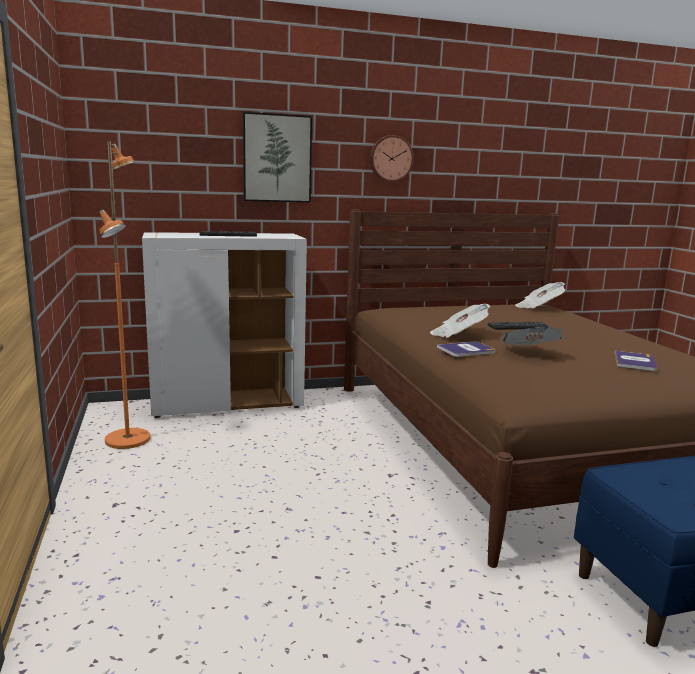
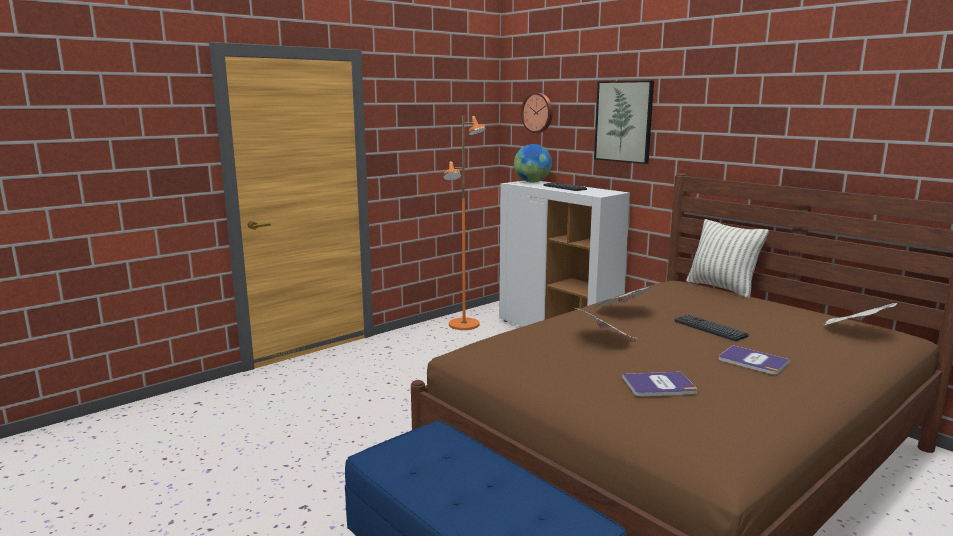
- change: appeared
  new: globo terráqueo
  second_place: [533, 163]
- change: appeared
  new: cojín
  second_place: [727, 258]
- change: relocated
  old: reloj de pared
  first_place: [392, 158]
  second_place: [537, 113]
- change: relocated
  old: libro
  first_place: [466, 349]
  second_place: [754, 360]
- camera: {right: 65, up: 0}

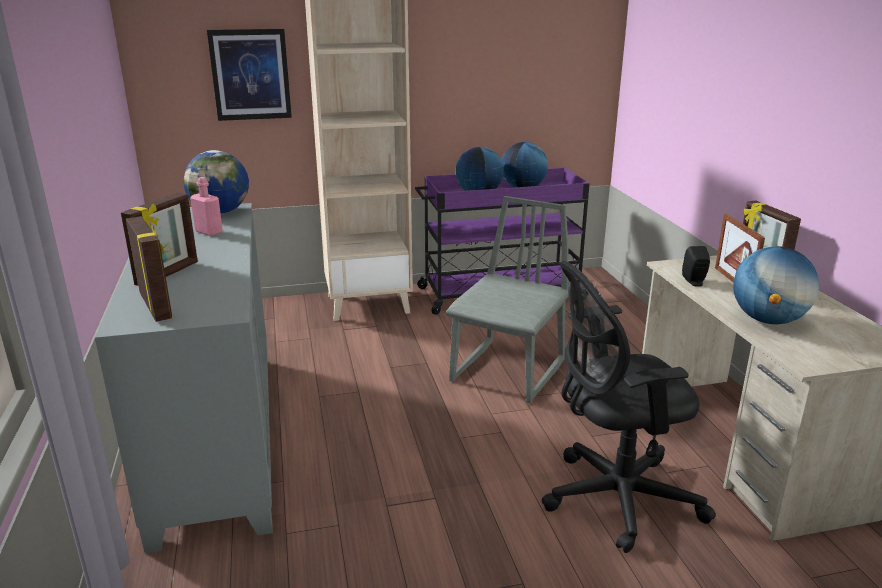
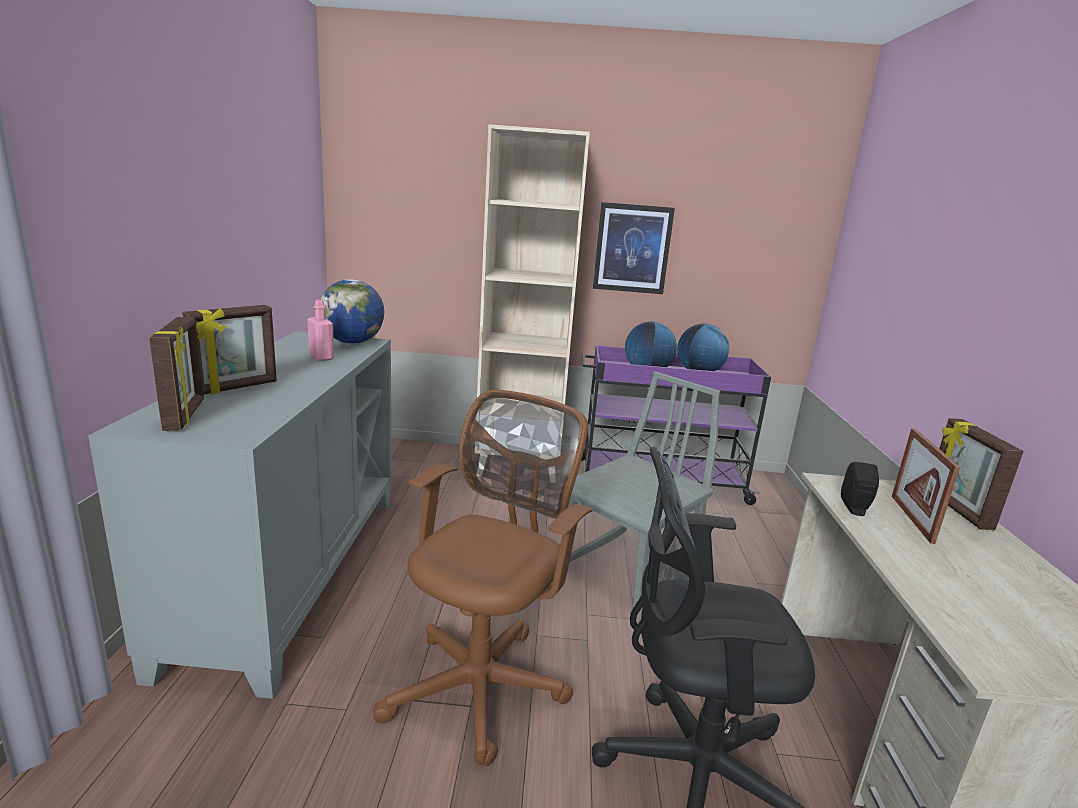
- change: missing
  old: globo terráqueo
  first_place: [776, 285]
- change: appeared
  new: silla de oficina/marrón
  second_place: [483, 578]
- change: relocated
  old: cuadro
  first_place: [249, 75]
  second_place: [634, 248]
- camera: {right: 15, up: -5}

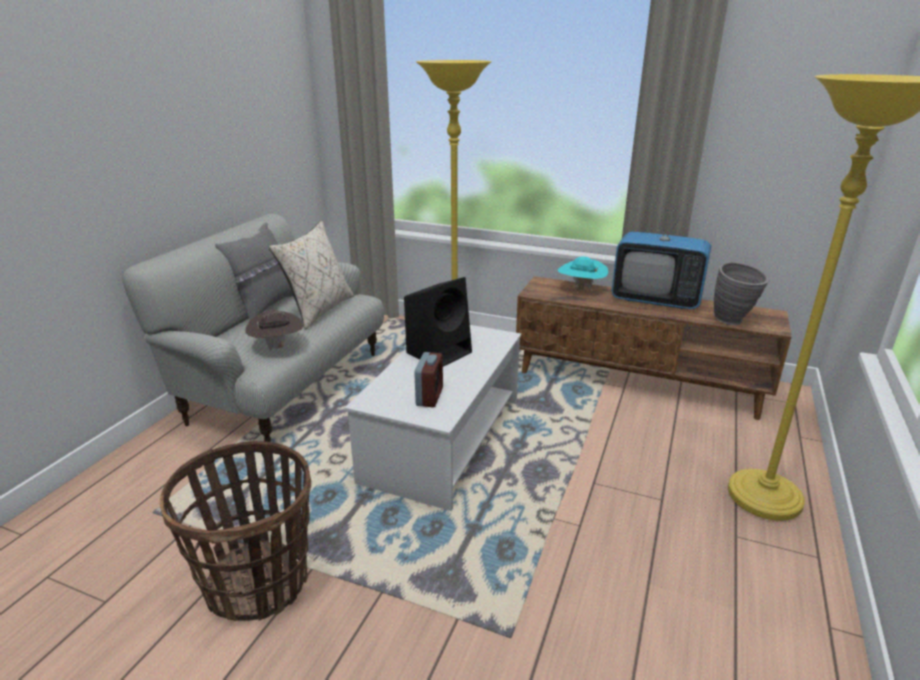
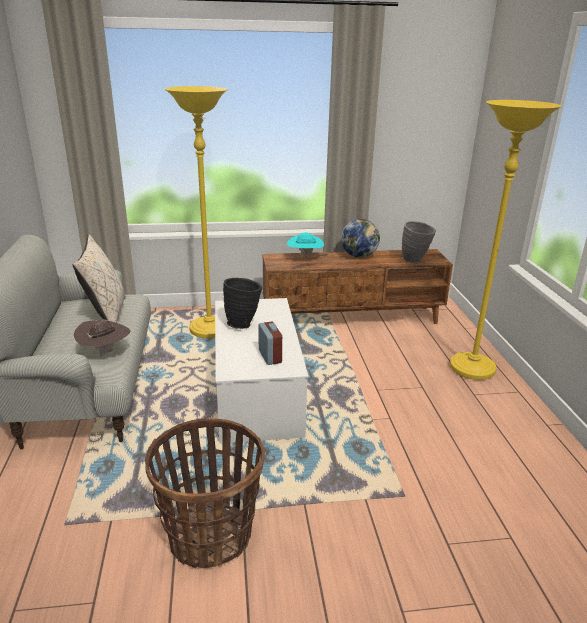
- change: missing
  old: cojín/gris
  first_place: [254, 271]
- change: exchanged
  old: altavoz/negro
  new: florero/negro
  first_place: [438, 322]
  second_place: [242, 303]
- change: exchanged
  old: televisor
  new: globo terráqueo
  first_place: [661, 252]
  second_place: [360, 238]
- camera: {right: -30, up: 0}

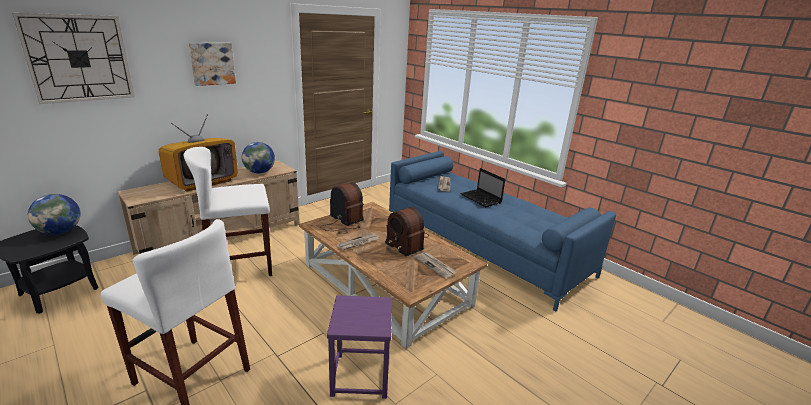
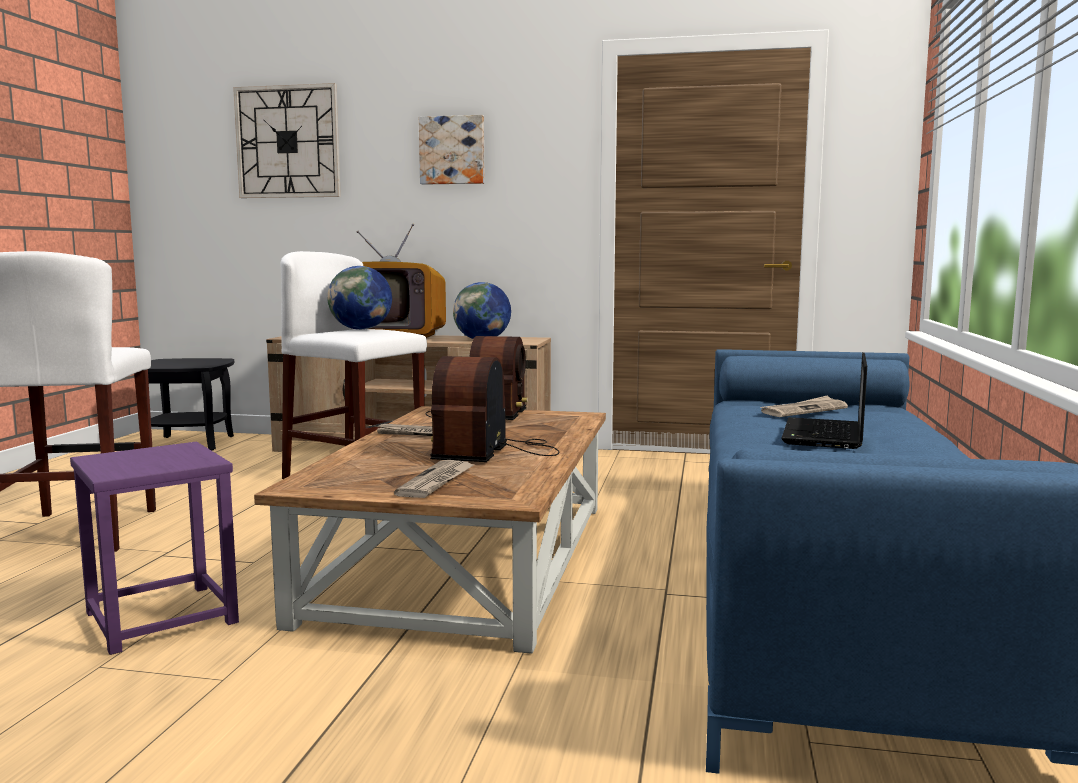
- change: relocated
  old: globo terráqueo
  first_place: [54, 214]
  second_place: [359, 298]
- camera: {right: 55, up: -15}

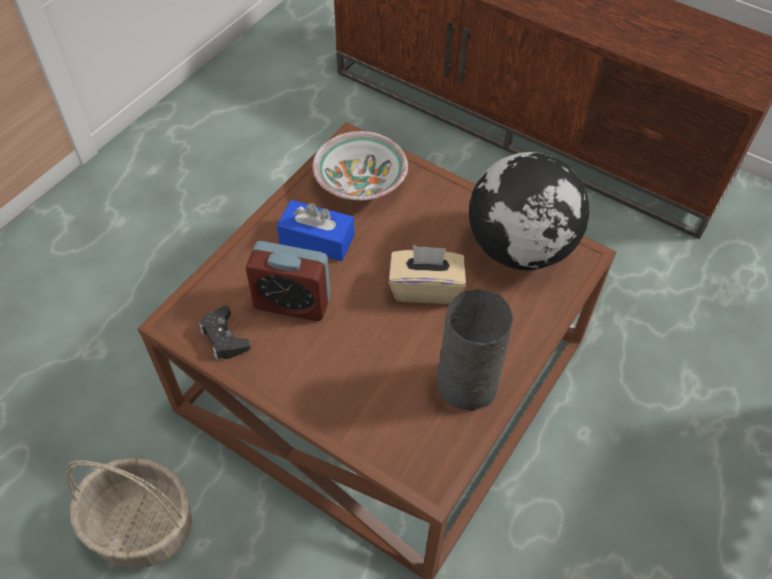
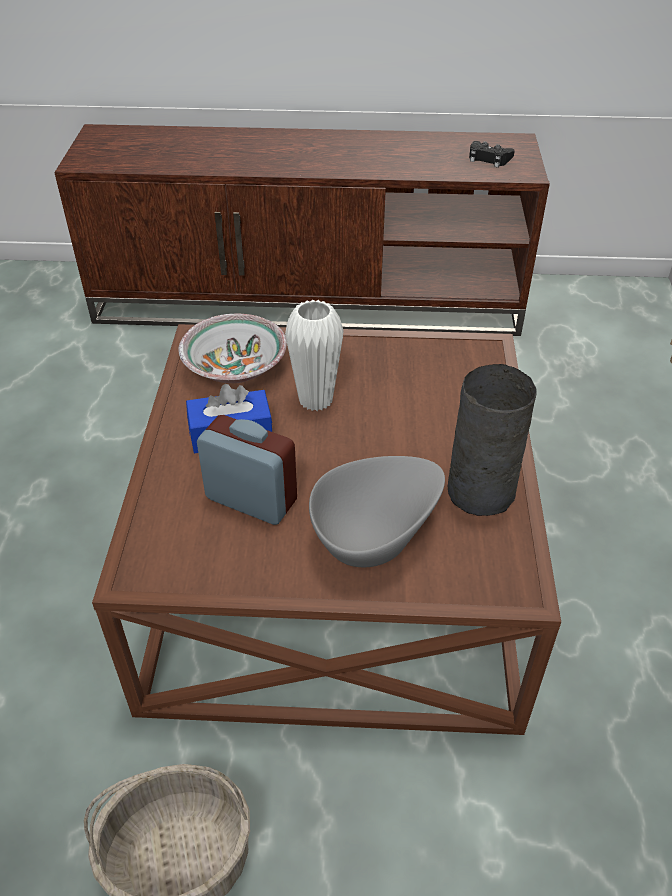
- change: missing
  old: caja de pañuelos/beis
  first_place: [427, 274]
- change: missing
  old: globo terráqueo
  first_place: [529, 211]
- change: appeared
  new: florero/blanco
  second_place: [314, 355]
- change: appeared
  new: cuenco/gris
  second_place: [377, 511]
- change: relocated
  old: mando de consola/negro
  first_place: [225, 332]
  second_place: [492, 154]
- change: spun
  old: despertador
  first_place: [288, 281]
  second_place: [247, 470]
  degrees: -135
- camera: {right: -30, up: -10}

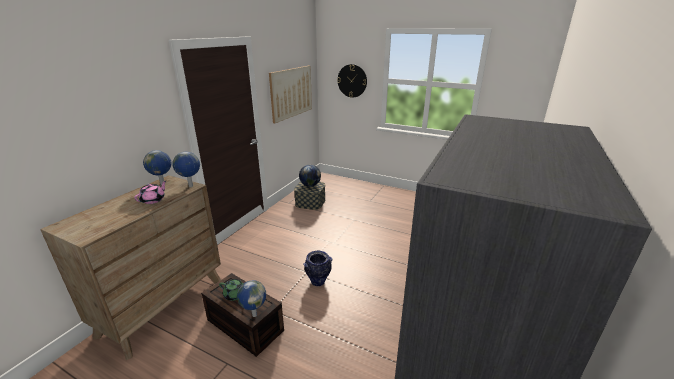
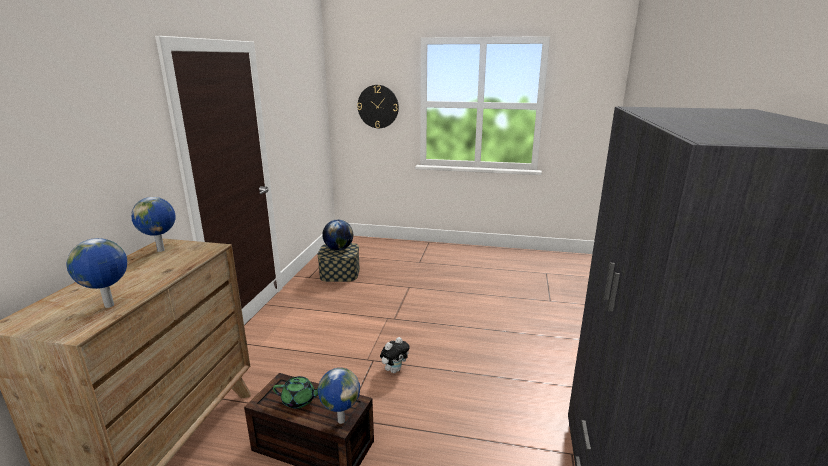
- change: missing
  old: tetera/rosa
  first_place: [150, 192]
- change: missing
  old: cuadro
  first_place: [290, 94]
- change: relocated
  old: globo terráqueo
  first_place: [186, 169]
  second_place: [97, 273]
- change: exchanged
  old: florero
  new: peluche
  first_place: [317, 268]
  second_place: [395, 355]
- camera: {right: -15, up: -5}

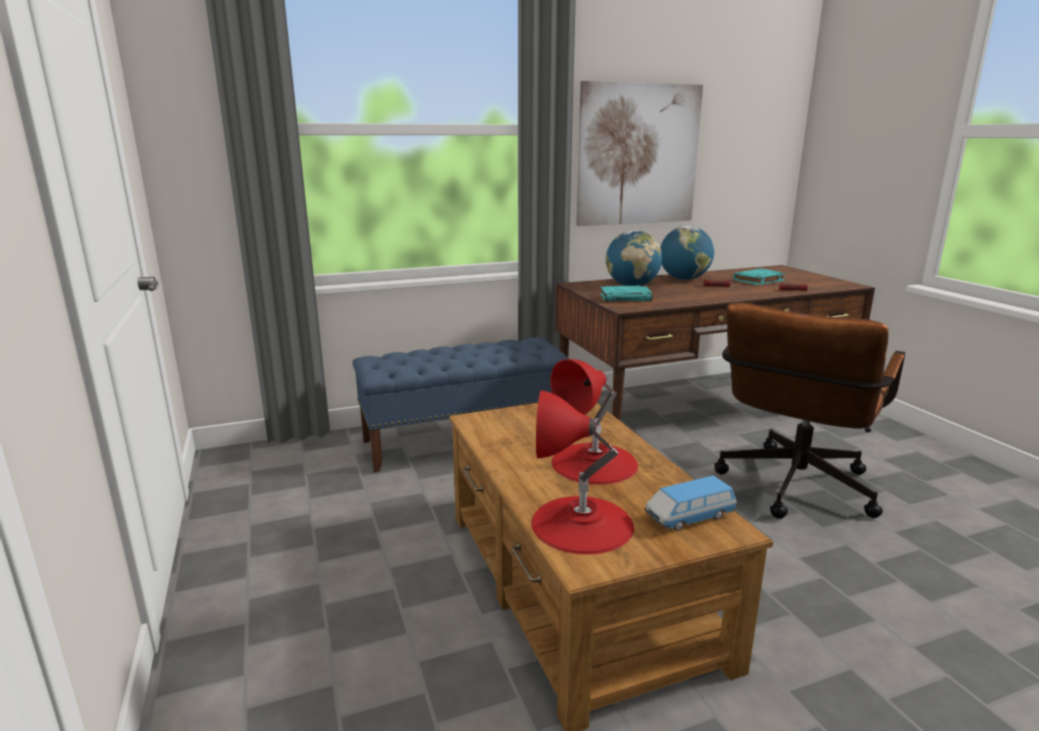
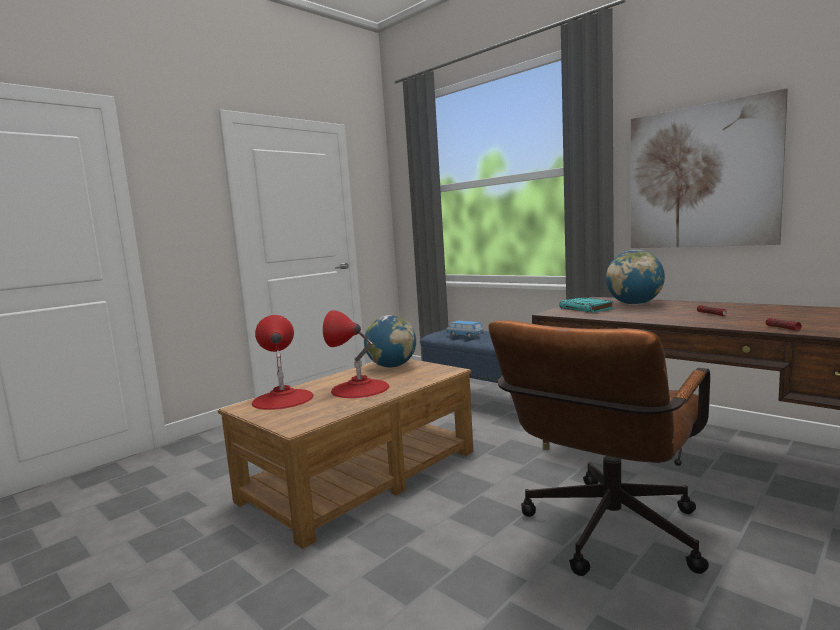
- change: missing
  old: libro/turquesa
  first_place: [759, 277]
- change: relocated
  old: coche de juguete
  first_place: [690, 503]
  second_place: [465, 329]
- change: relocated
  old: globo terráqueo
  first_place: [687, 253]
  second_place: [390, 341]
- change: spun
  old: silla de oficina/marrón
  first_place: [809, 410]
  second_place: [599, 448]
  degrees: -60
- camera: {right: 65, up: -10}

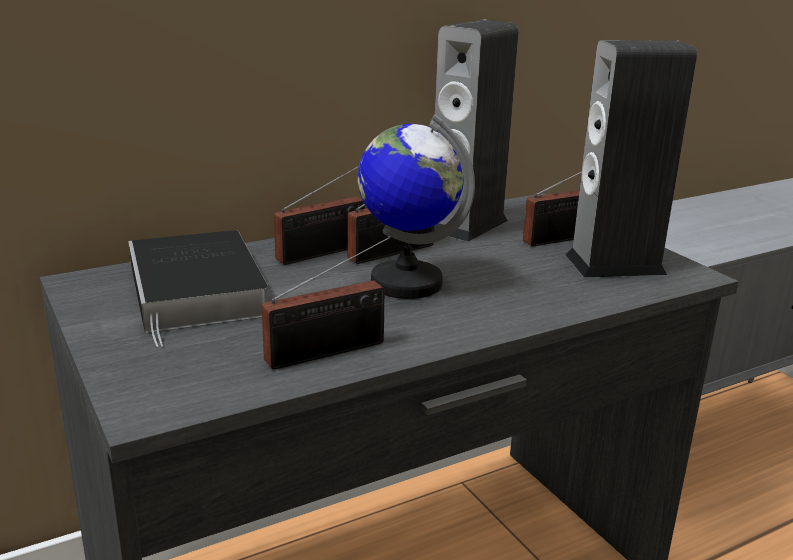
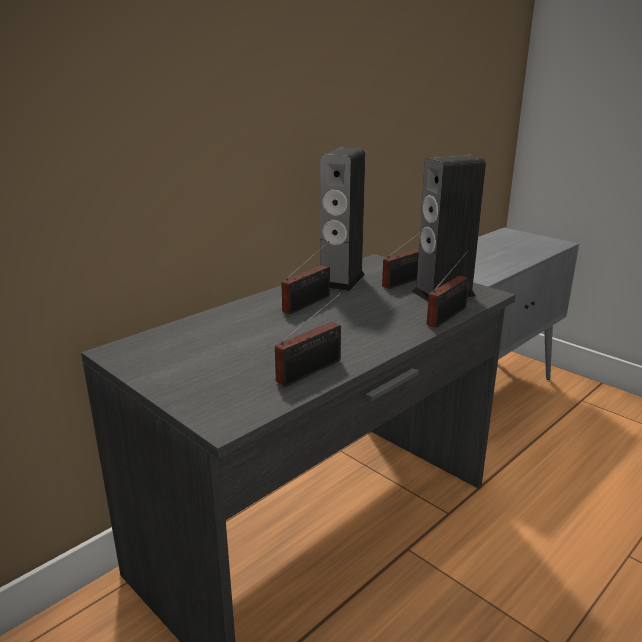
- change: missing
  old: libro
  first_place: [198, 288]
- change: missing
  old: globo terráqueo
  first_place: [416, 207]
- change: relocated
  old: radio
  first_place: [319, 215]
  second_place: [448, 289]
- camera: {right: -15, up: 0}

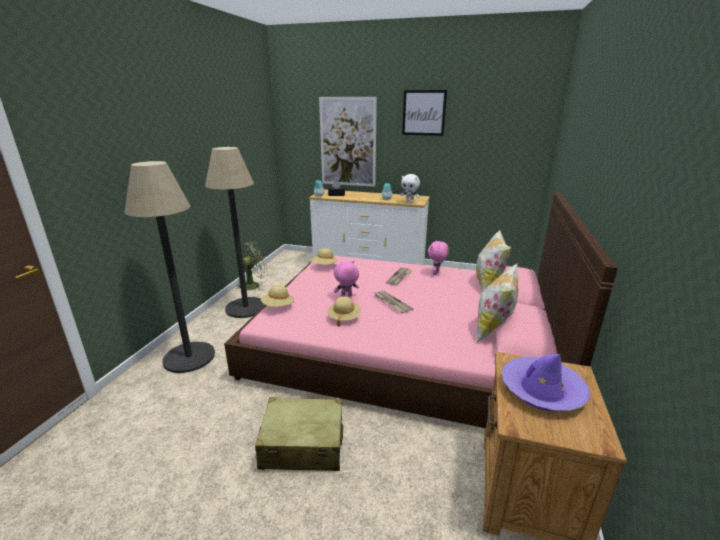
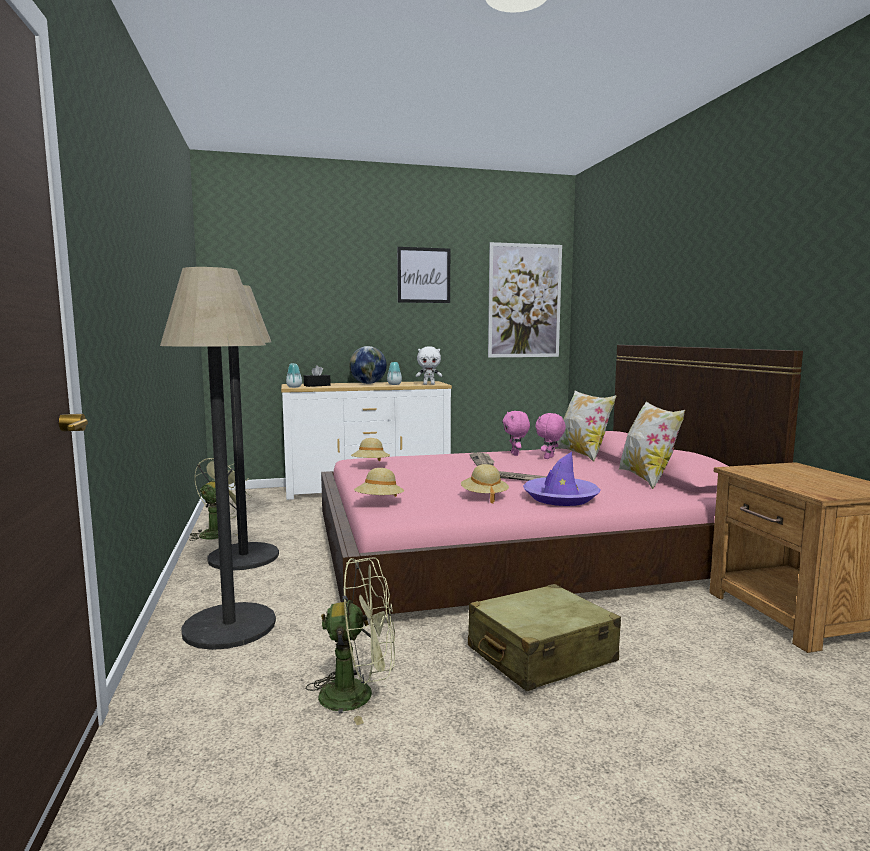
- change: appeared
  new: ventilador/verde
  second_place: [350, 641]
- change: appeared
  new: globo terráqueo
  second_place: [368, 365]
- change: relocated
  old: cuadro
  first_place: [348, 142]
  second_place: [525, 299]
- change: relocated
  old: peluche/rosa
  first_place: [346, 279]
  second_place: [550, 436]
- change: relocated
  old: sombrero/morado
  first_place: [546, 382]
  second_place: [562, 479]
- camera: {right: -30, up: -15}

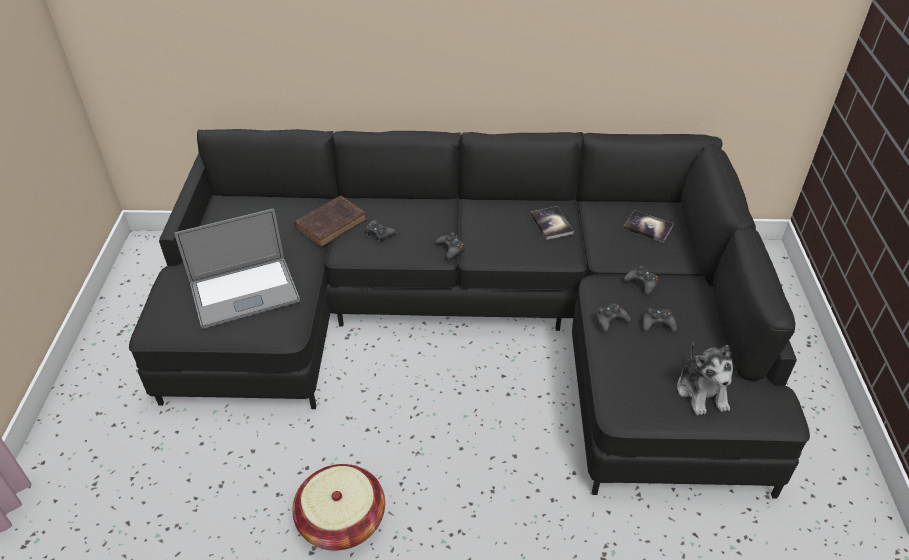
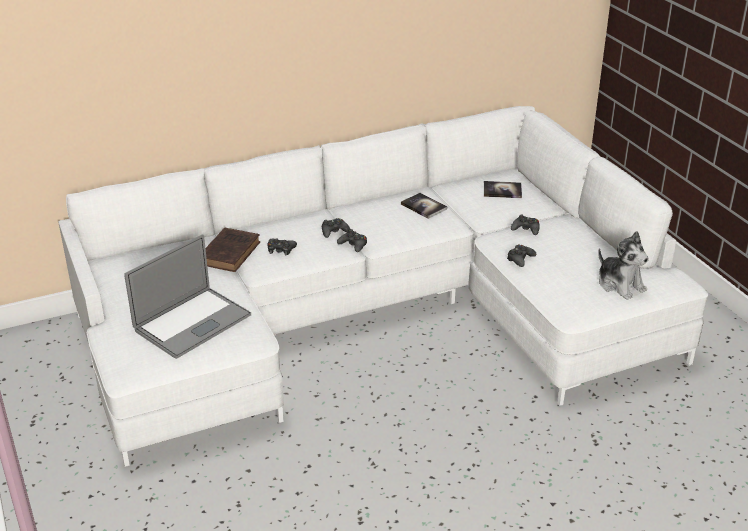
- change: missing
  old: cesta
  first_place: [338, 507]
- change: relocated
  old: mando de consola/negro
  first_place: [659, 320]
  second_place: [336, 228]
- change: colour
  old: sofá/negro
  new: sofá/blanco
  first_place: [469, 314]
  second_place: [383, 286]
- camera: {right: -25, up: -10}

